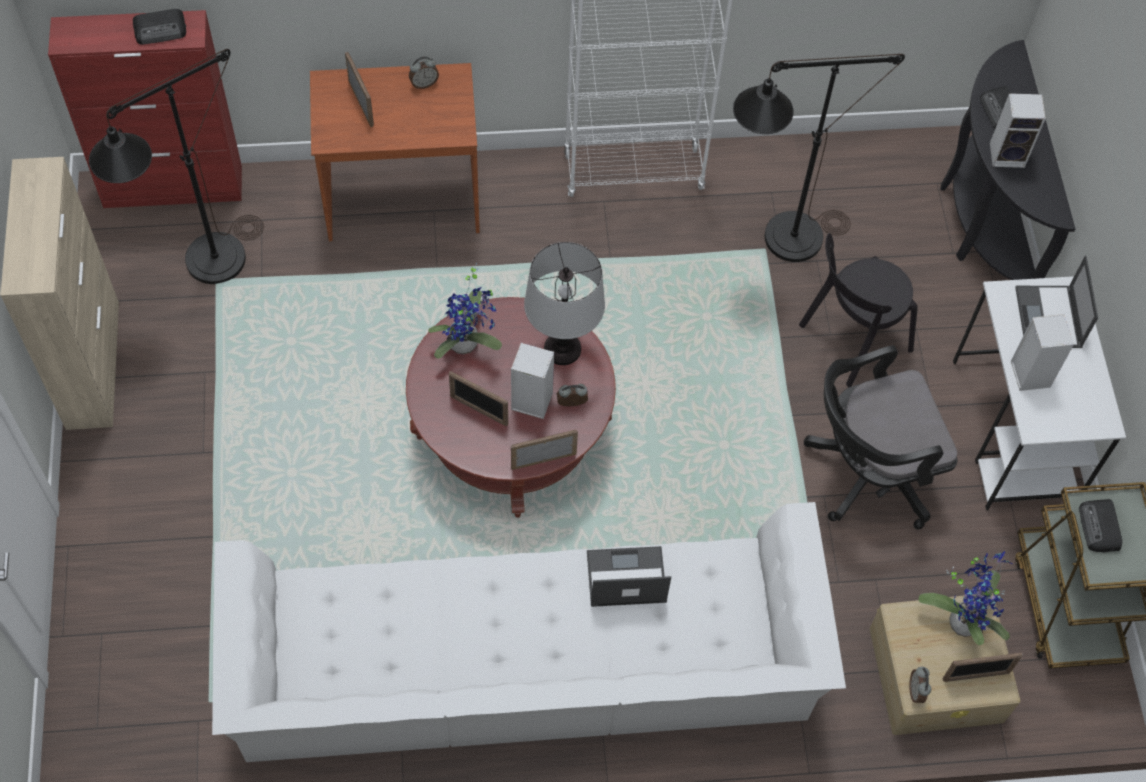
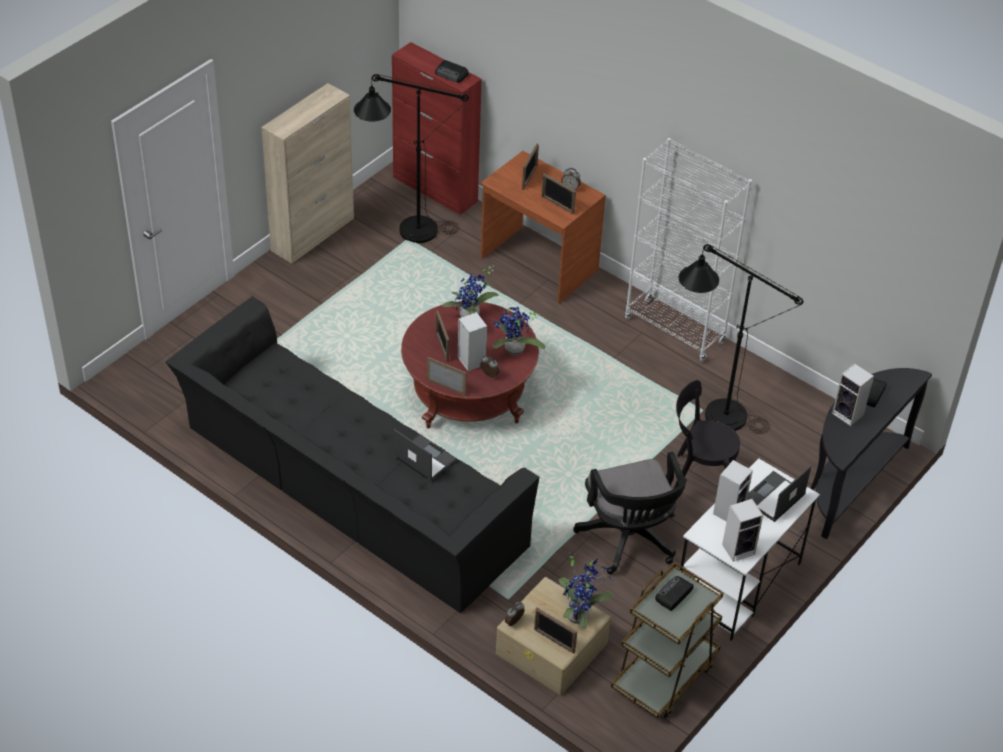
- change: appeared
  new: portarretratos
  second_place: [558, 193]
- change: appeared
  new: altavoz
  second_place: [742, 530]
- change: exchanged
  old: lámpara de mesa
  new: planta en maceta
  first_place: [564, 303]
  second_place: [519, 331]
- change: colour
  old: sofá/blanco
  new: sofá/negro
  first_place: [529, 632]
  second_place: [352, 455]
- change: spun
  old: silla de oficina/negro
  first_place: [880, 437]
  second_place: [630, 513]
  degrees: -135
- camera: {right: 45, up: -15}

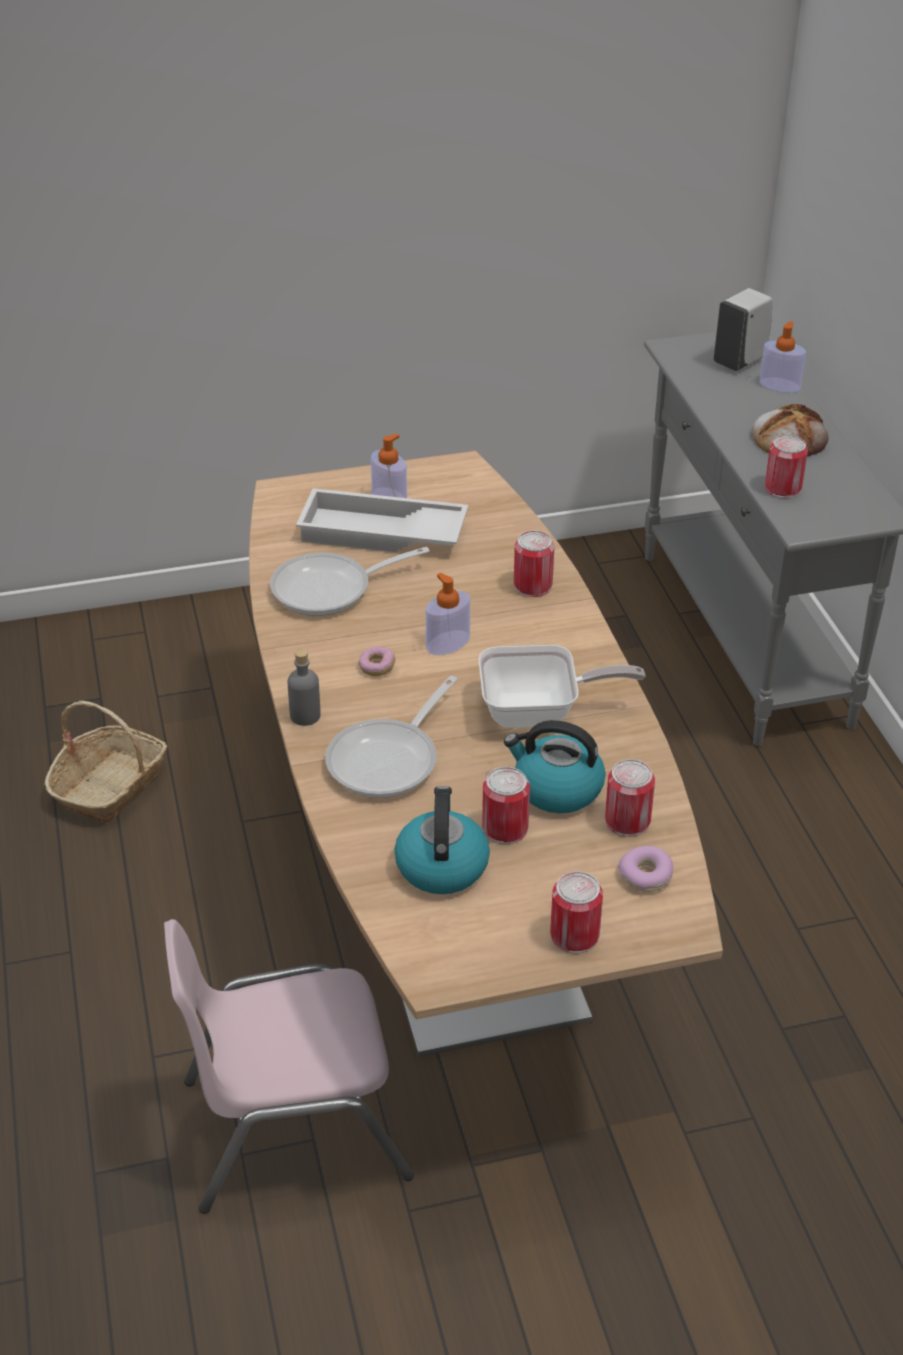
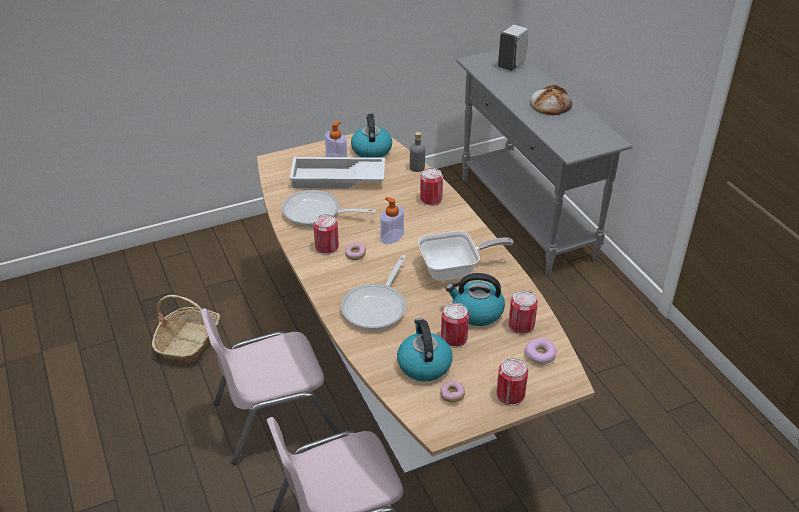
- change: missing
  old: dispensador de jabón
  first_place: [783, 356]
- change: appeared
  new: silla/rosa
  second_place: [270, 386]
- change: appeared
  new: hervidor
  second_place: [371, 136]
- change: appeared
  new: rosquilla
  second_place: [452, 392]
- change: relocated
  old: botella/gris
  first_place: [304, 687]
  second_place: [417, 152]
- change: relocated
  old: lata
  first_place: [786, 466]
  second_place: [326, 234]
- change: spun
  old: sartén
  first_place: [350, 581]
  second_place: [329, 208]
  degrees: 45
- camera: {right: -10, up: 0}

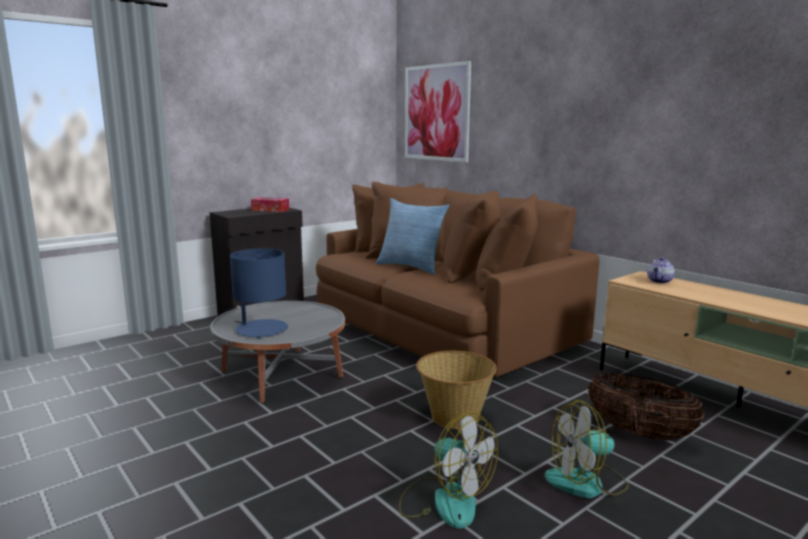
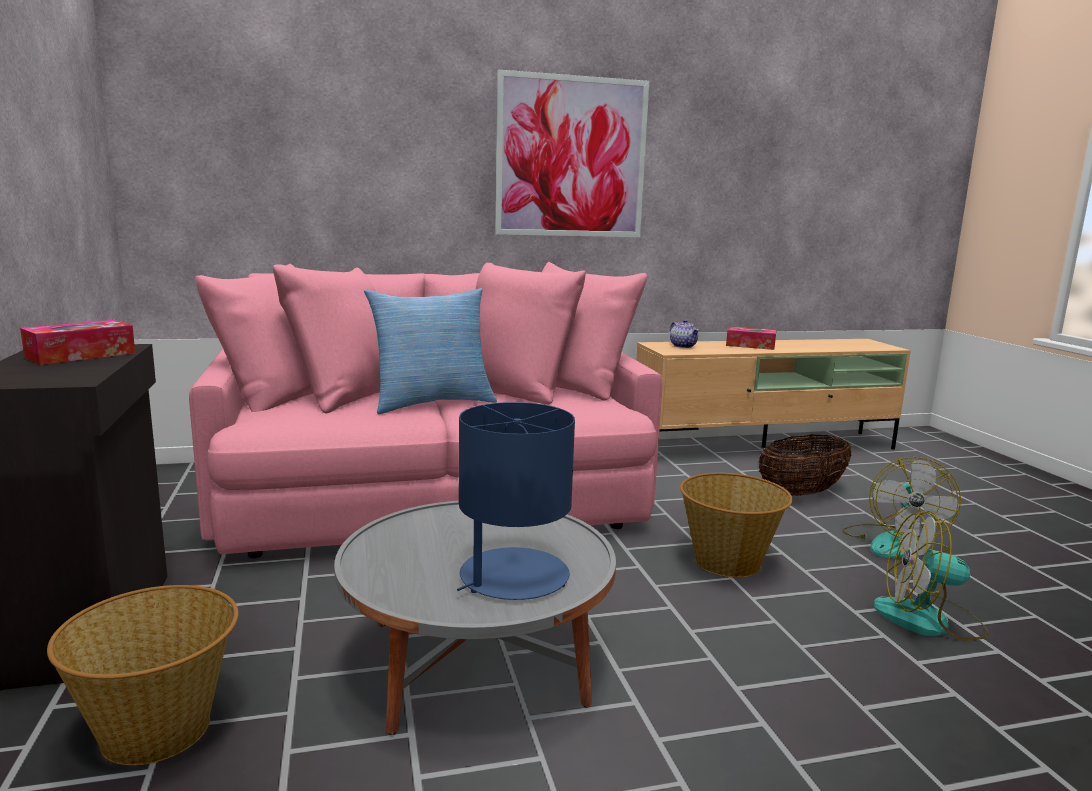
- change: appeared
  new: cesta
  second_place: [143, 675]
- change: appeared
  new: caja de pañuelos
  second_place: [751, 338]
- change: relocated
  old: cuadro
  first_place: [438, 111]
  second_place: [572, 153]
- change: colour
  old: sofá/marrón
  new: sofá/rosa
  first_place: [457, 279]
  second_place: [426, 410]
- change: spun
  old: ventilador
  first_place: [448, 470]
  second_place: [931, 576]
  degrees: -150
- camera: {right: -65, up: 0}

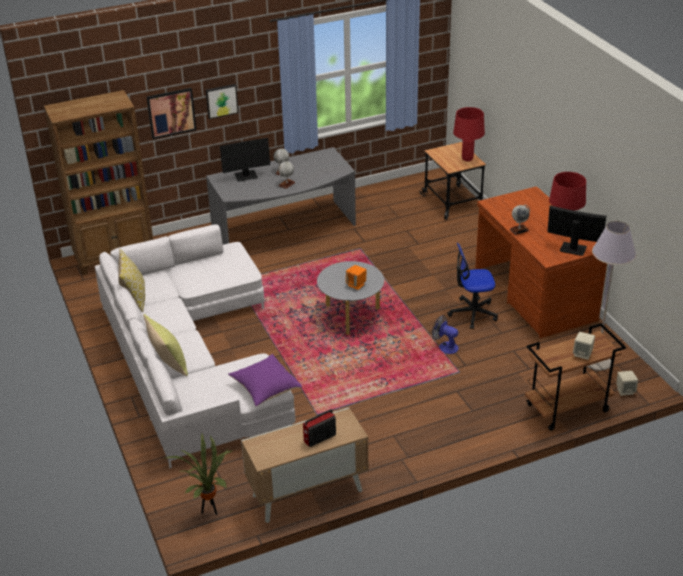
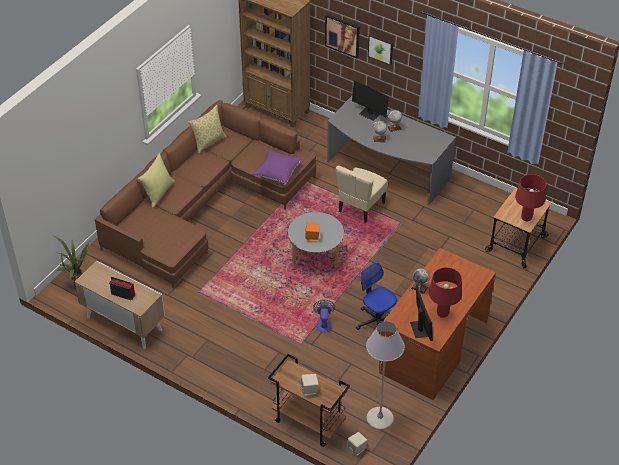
- change: appeared
  new: silla/beis
  second_place: [361, 194]
- change: relocated
  old: cojín/morado
  first_place: [265, 380]
  second_place: [277, 167]
- change: colour
  old: sofá/blanco
  new: sofá/marrón
  first_place: [195, 346]
  second_place: [205, 194]
- camera: {right: 55, up: 10}

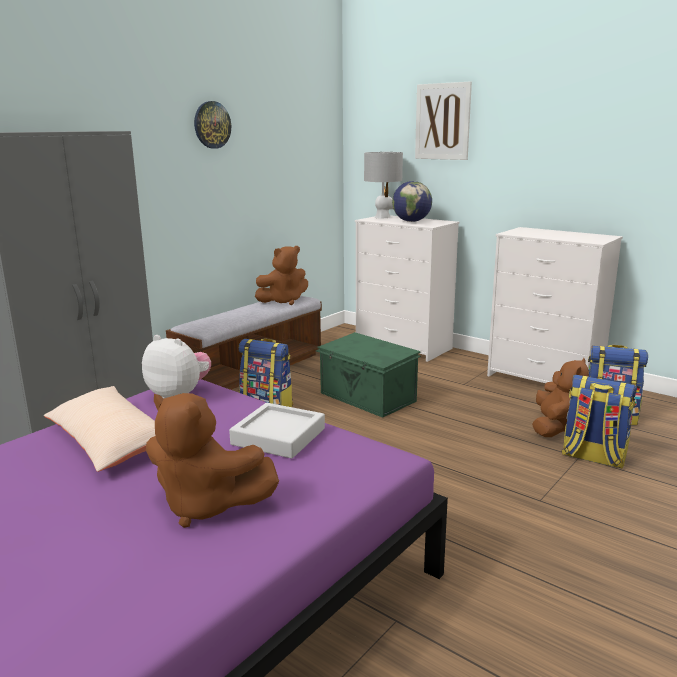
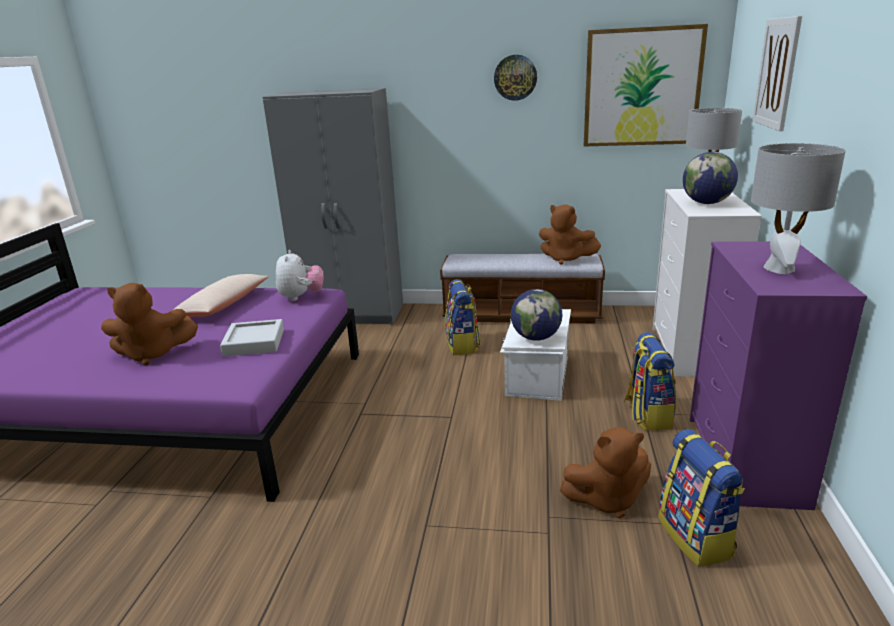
- change: appeared
  new: globo terráqueo
  second_place: [536, 315]
- change: appeared
  new: cuadro
  second_place: [646, 85]
- change: appeared
  new: lámpara de mesa/gris
  second_place: [798, 208]
- change: relocated
  old: mochila
  first_place: [599, 422]
  second_place: [650, 381]
- change: colour
  old: caja de almacenaje/verde
  new: caja de almacenaje/blanco
  first_place: [368, 375]
  second_place: [535, 355]
- change: colour
  old: cómoda/blanco
  new: cómoda/morado
  first_place: [555, 305]
  second_place: [778, 375]
- change: spun
  old: peluche/marrón
  first_place: [212, 460]
  second_place: [149, 324]
  degrees: -90
- camera: {right: 60, up: 5}

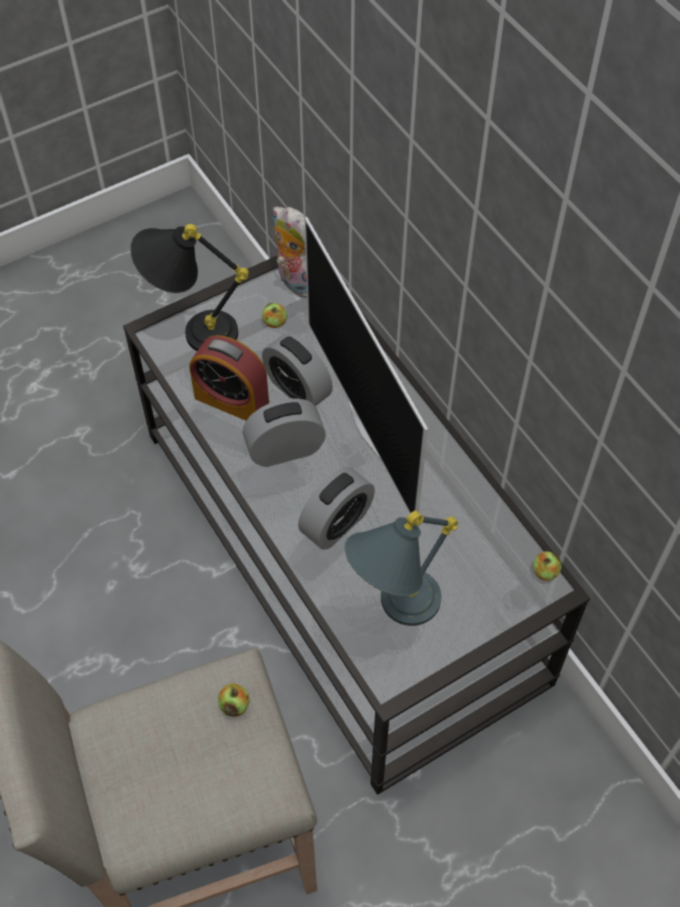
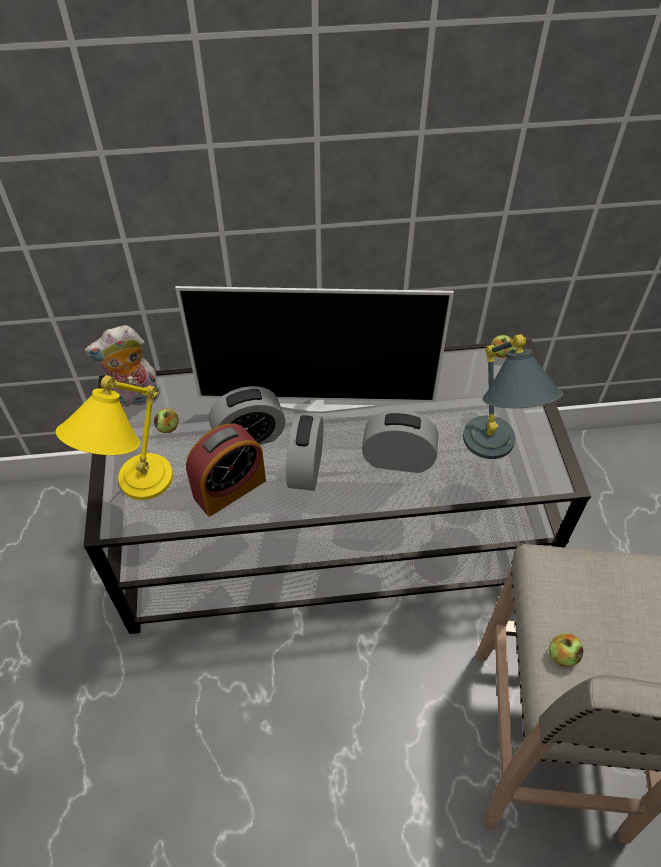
- change: relocated
  old: manzana
  first_place: [234, 700]
  second_place: [566, 650]
- change: colour
  old: lámpara de mesa/negro
  new: lámpara de mesa/amarillo
  first_place: [190, 287]
  second_place: [114, 437]
- change: spun
  old: despertador
  first_place: [336, 508]
  second_place: [400, 441]
  degrees: -60
- camera: {right: -65, up: -5}

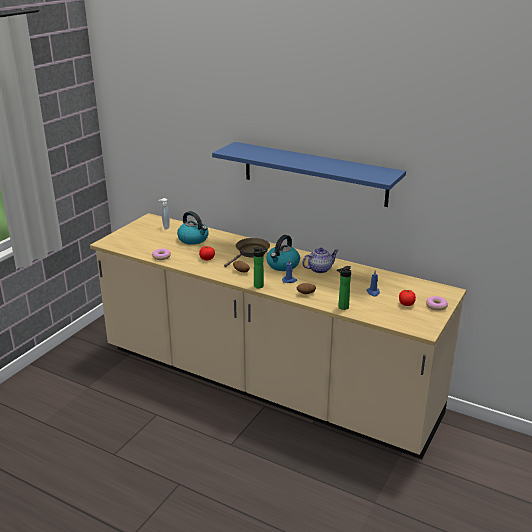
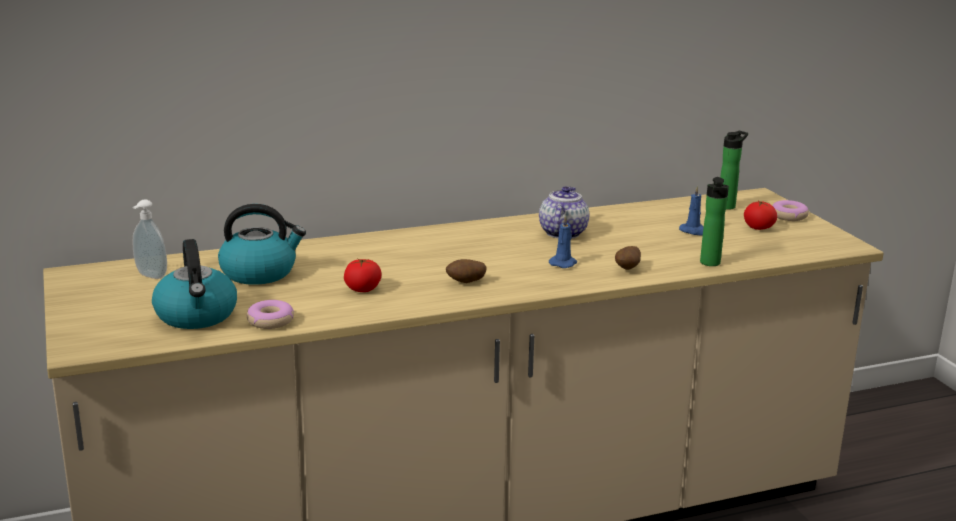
- change: missing
  old: estante/azul
  first_place: [309, 174]
- change: missing
  old: sartén/marrón
  first_place: [247, 252]
- change: relocated
  old: botella
  first_place: [260, 267]
  second_place: [734, 170]
- change: relocated
  old: hervidor
  first_place: [283, 253]
  second_place: [194, 284]
- camera: {right: -50, up: -5}

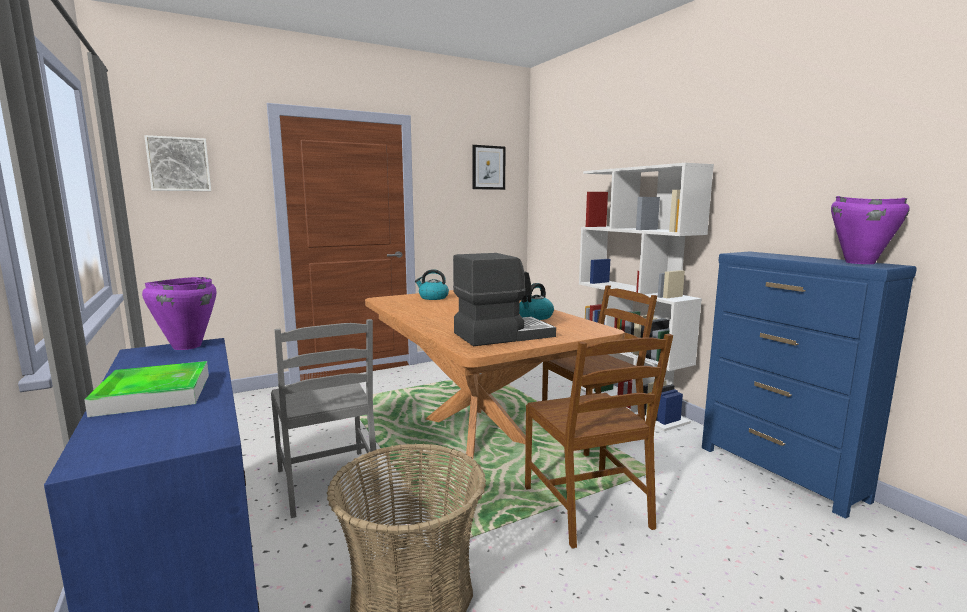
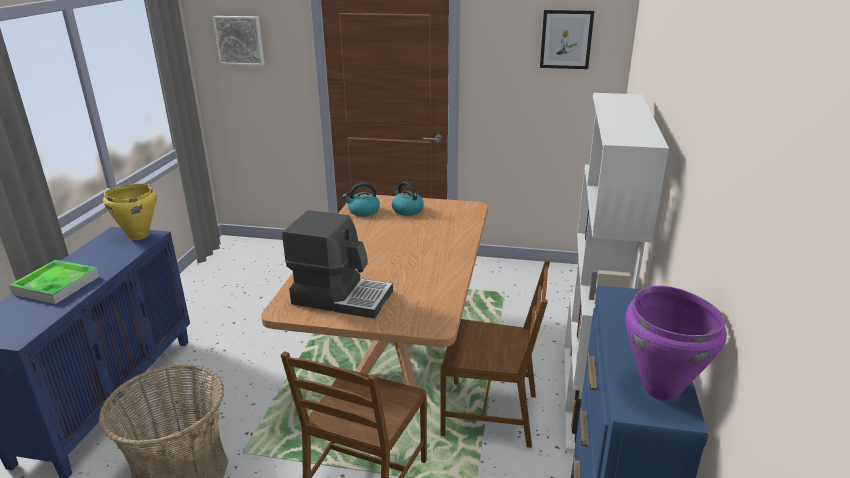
- change: missing
  old: silla/gris
  first_place: [325, 418]
- change: relocated
  old: hervidor
  first_place: [536, 301]
  second_place: [361, 200]
- change: colour
  old: olla/morado
  new: olla/amarillo
  first_place: [179, 313]
  second_place: [130, 212]
- camera: {right: 40, up: 15}

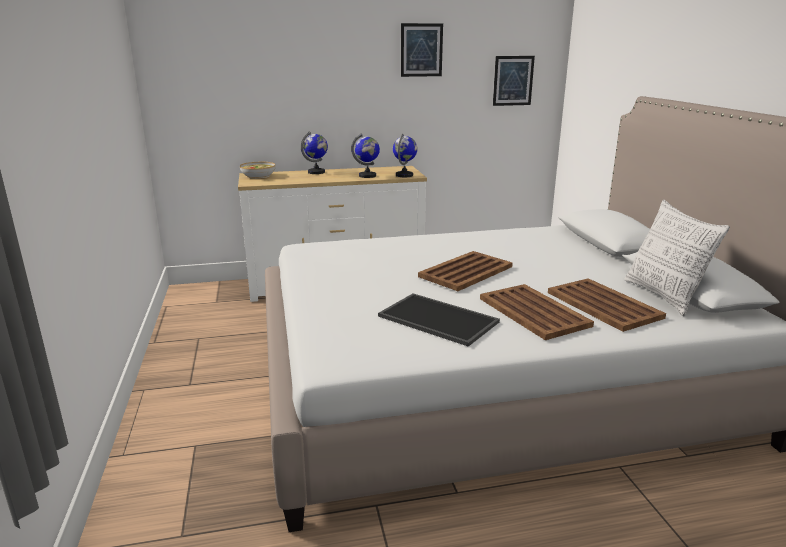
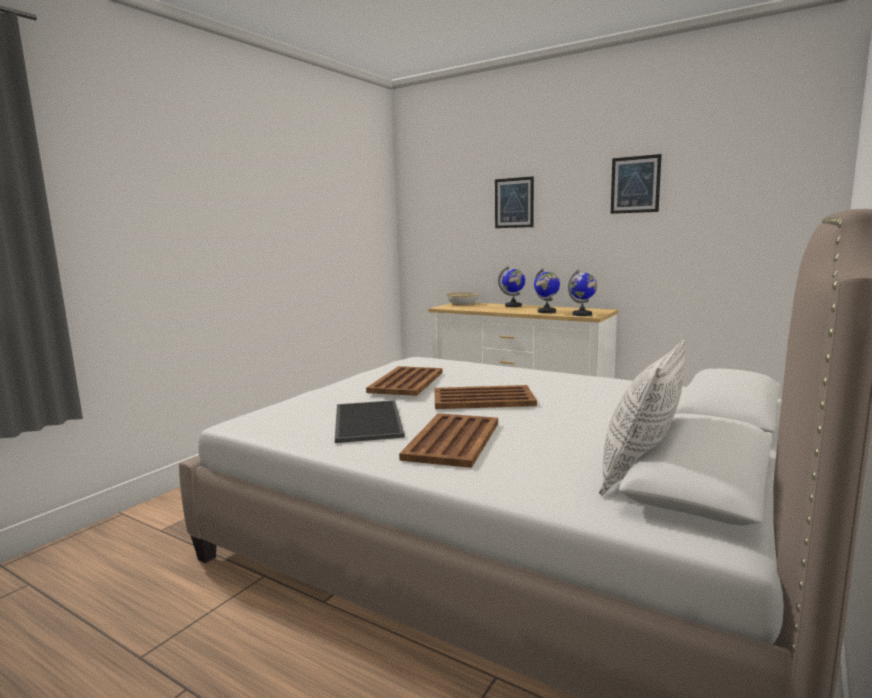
- change: relocated
  old: cuadro
  first_place: [514, 81]
  second_place: [514, 202]
- change: relocated
  old: bandeja/marrón
  first_place: [607, 305]
  second_place: [404, 381]
- camera: {right: 45, up: -10}

